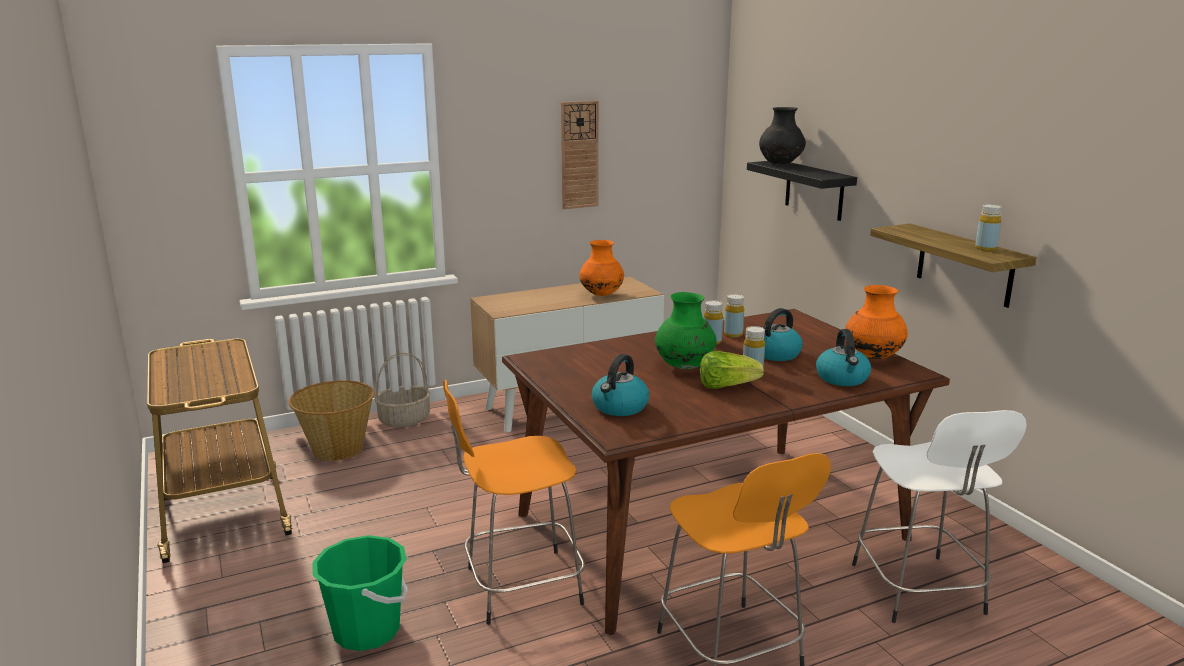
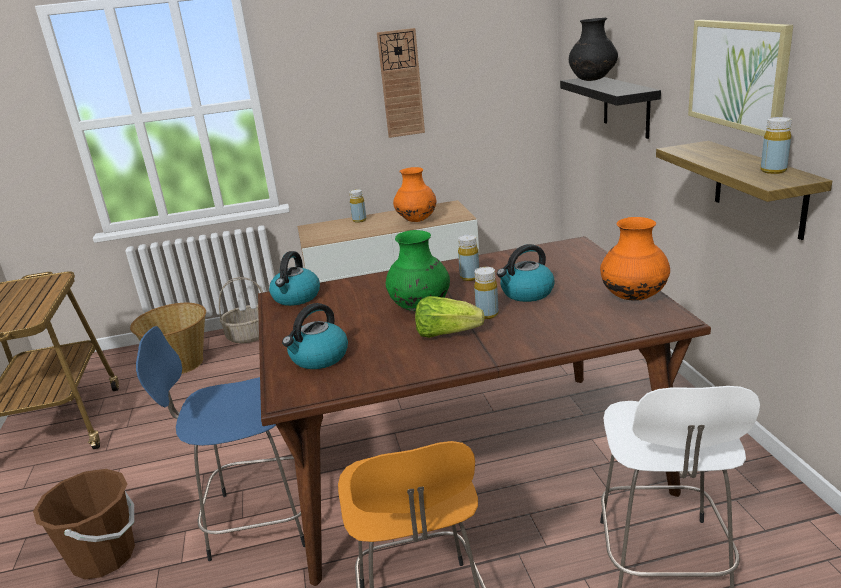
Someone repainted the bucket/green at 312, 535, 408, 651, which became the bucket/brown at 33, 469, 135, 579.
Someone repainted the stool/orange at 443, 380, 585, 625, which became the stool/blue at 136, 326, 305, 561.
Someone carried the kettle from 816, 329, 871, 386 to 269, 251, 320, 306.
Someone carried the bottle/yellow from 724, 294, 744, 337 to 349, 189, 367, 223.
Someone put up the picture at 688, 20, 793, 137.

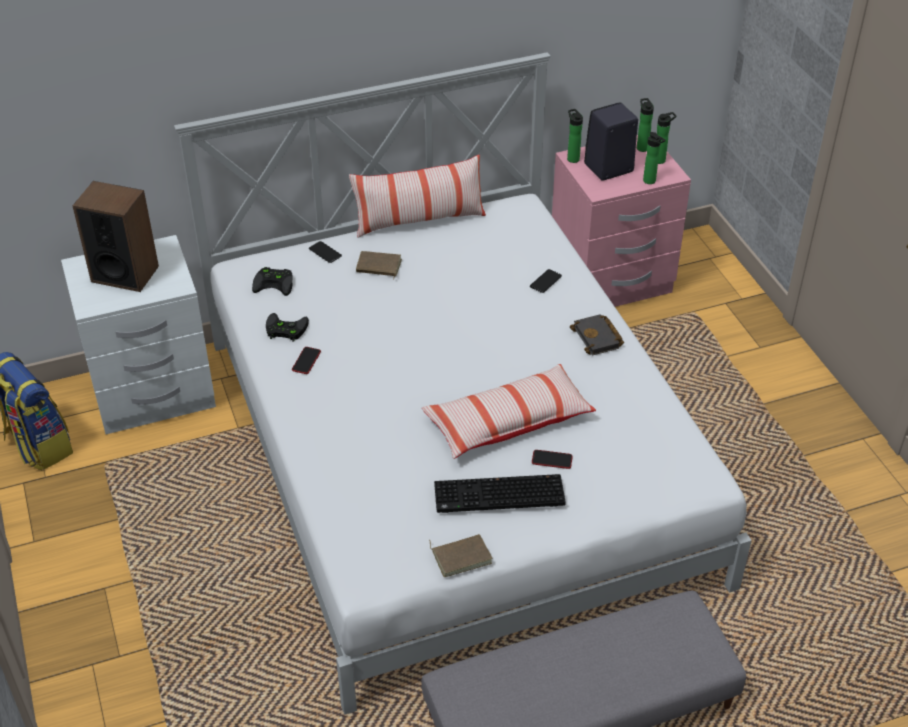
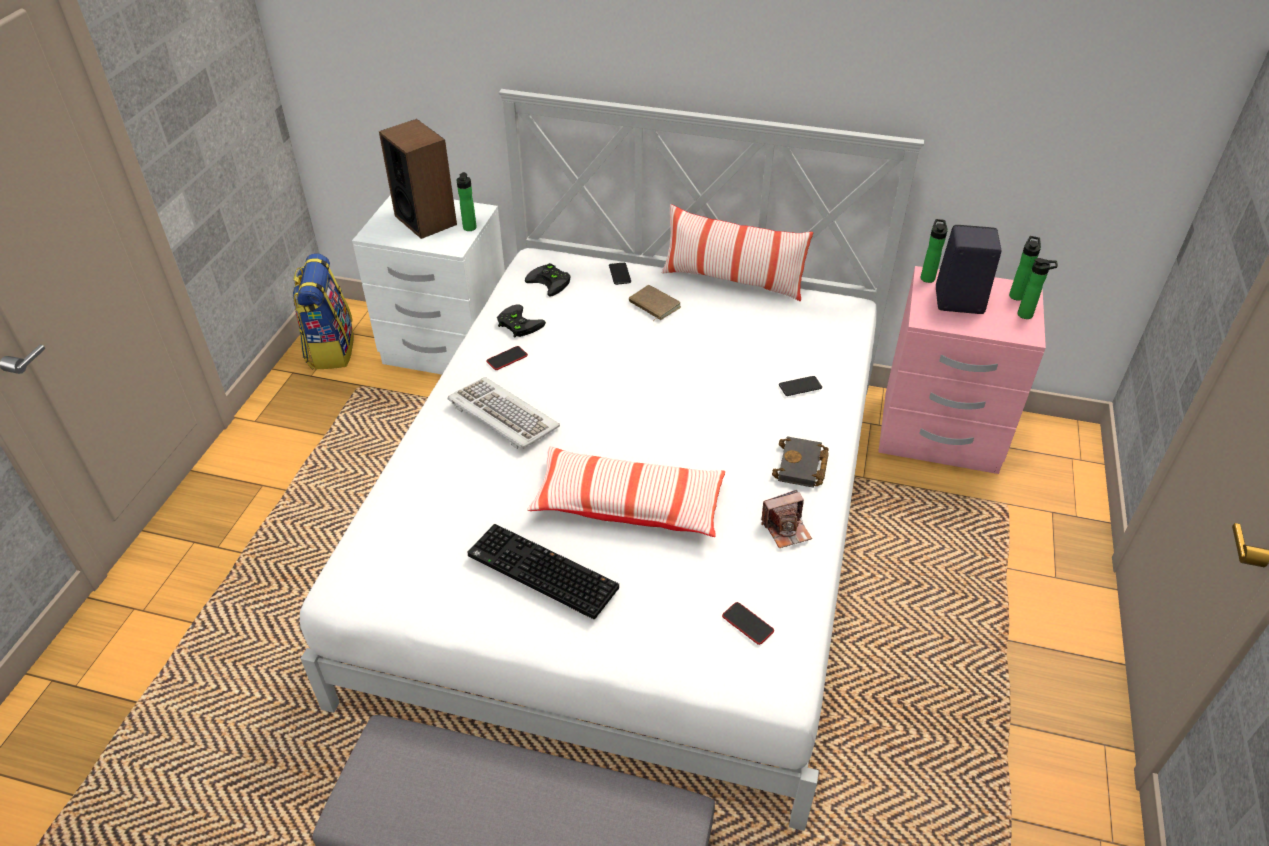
Someone put down the keyboard at 448, 377, 560, 449.
Someone carried the bottle from 643, 132, 665, 184 to 456, 172, 477, 231.
Someone carried the phone from 532, 450, 573, 469 to 722, 602, 774, 645.
Someone put down the photo camera at 761, 490, 812, 548.
Someone took away the book/brown at 429, 534, 493, 577.

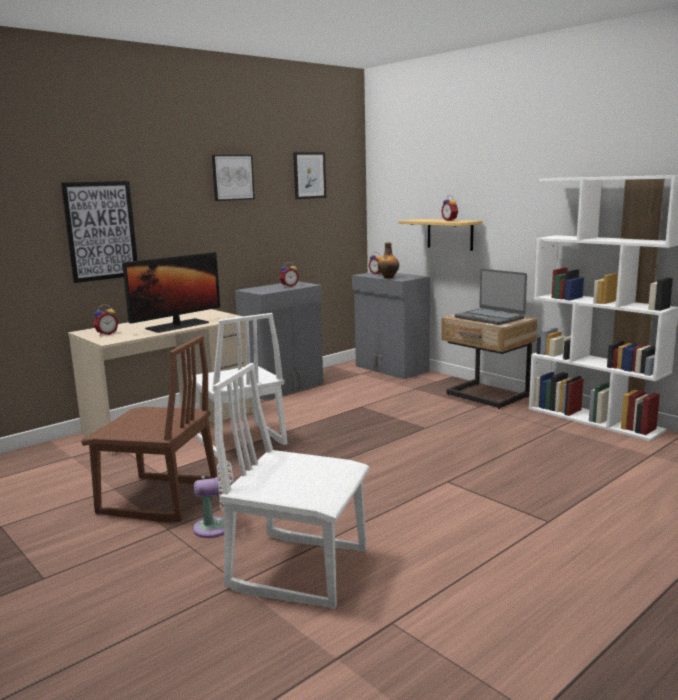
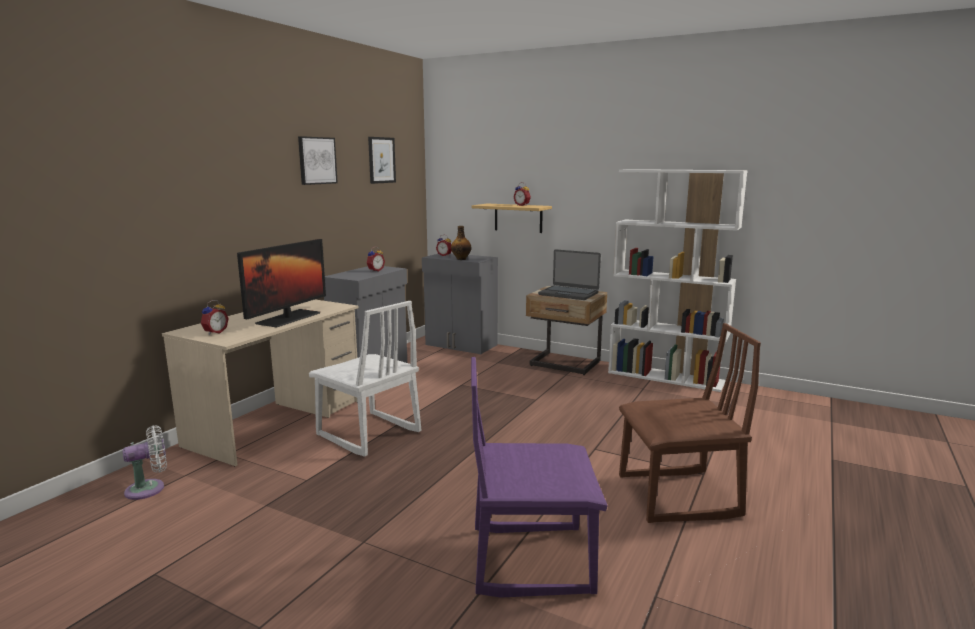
Someone carried the fan/white from 193, 461, 234, 538 to 123, 425, 167, 500.
Someone repainted the chair/white at 214, 363, 370, 609, which became the chair/purple at 471, 357, 608, 598.
Someone carried the chair/brown from 81, 335, 217, 522 to 619, 323, 761, 523.
Someone took away the picture at 61, 181, 137, 283.

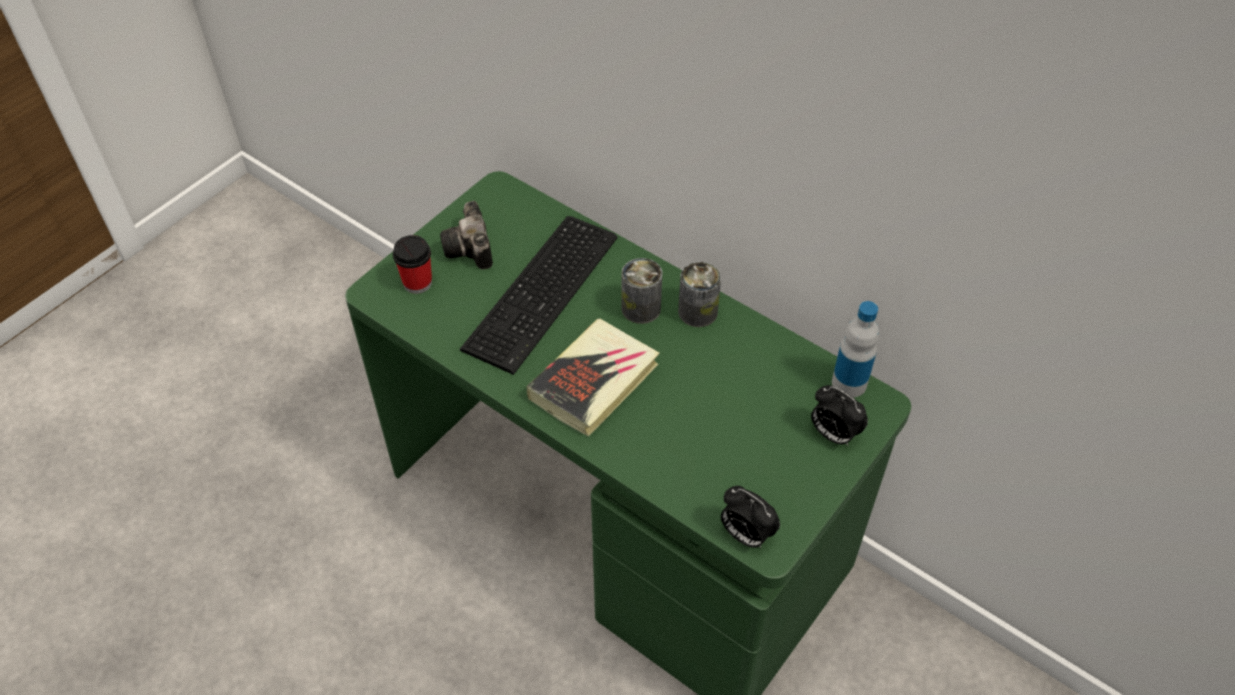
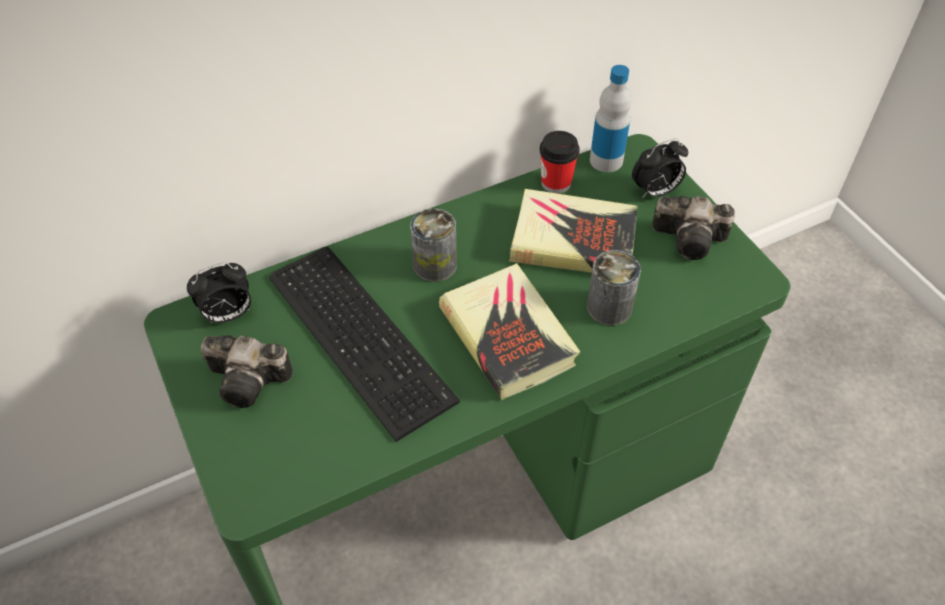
Someone carried the alarm clock from 721, 486, 780, 548 to 187, 263, 251, 324.
Someone put down the book at 509, 189, 638, 273.
Someone carried the cup from 393, 235, 432, 294 to 540, 131, 580, 194.
Someone carried the can from 678, 261, 721, 327 to 587, 250, 641, 325.
Someone put down the photo camera at 652, 196, 735, 260.

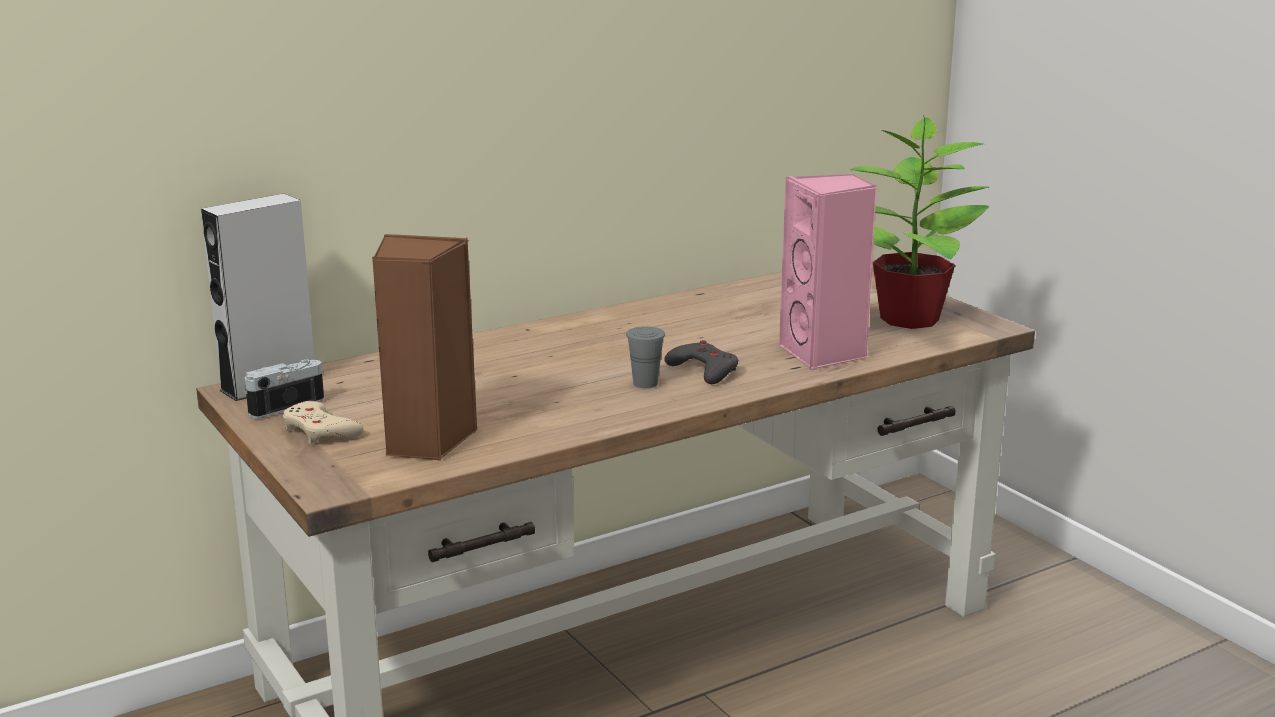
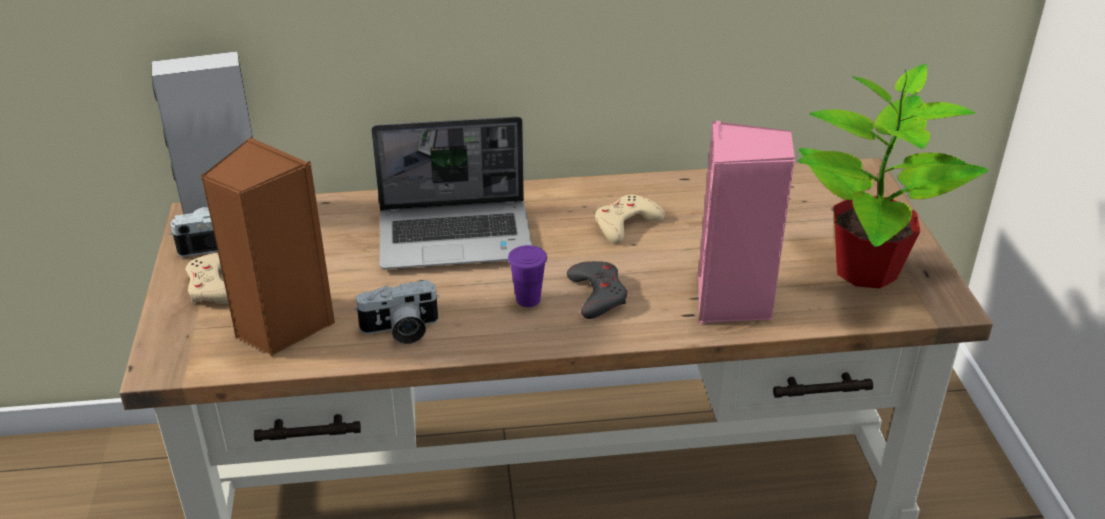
Someone put down the photo camera at 354, 280, 440, 344.
Someone put down the laptop at 371, 117, 532, 269.
Someone repainted the cup/grey at 626, 326, 665, 388, which became the cup/purple at 508, 245, 547, 307.
Someone put down the game controller/beige at 595, 195, 665, 243.

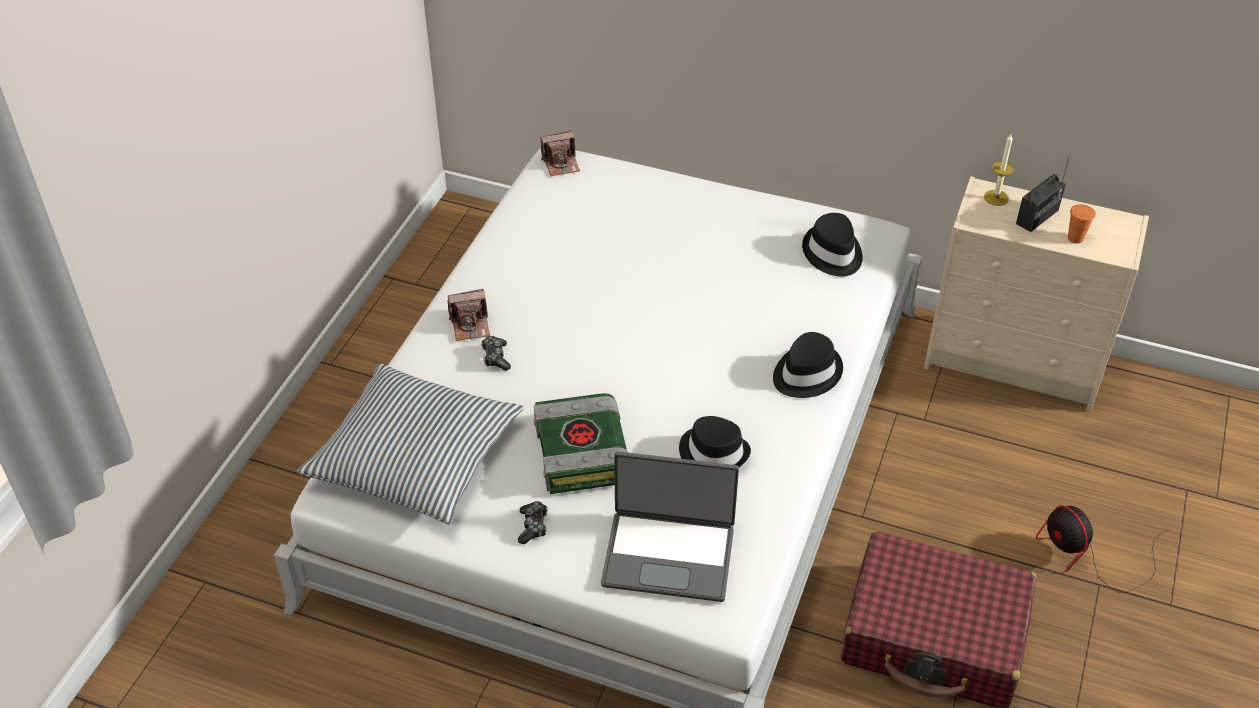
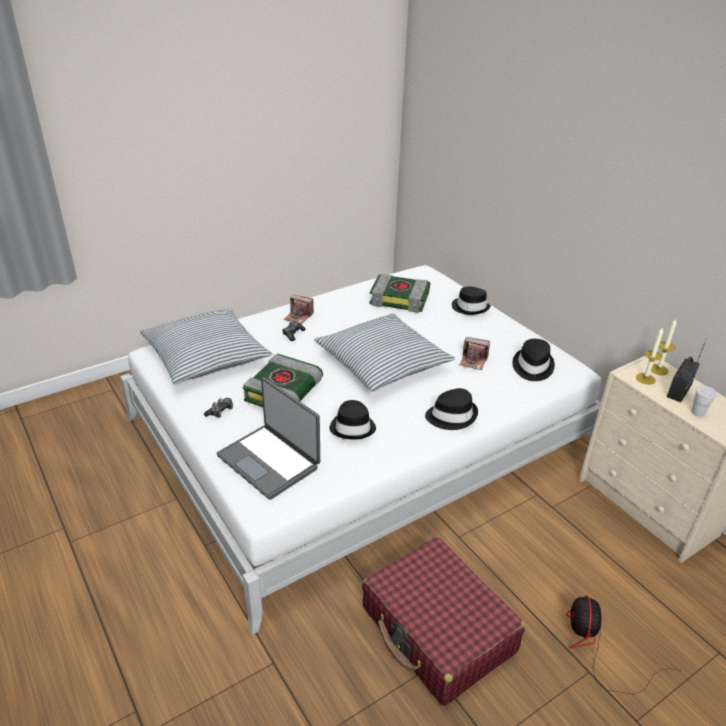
Someone put down the pillow at 314, 313, 455, 392.
Someone put down the book at 369, 274, 430, 313.
Someone put down the hat/black at 452, 286, 491, 315.
Someone carried the photo camera from 541, 130, 580, 176 to 459, 337, 490, 370.
Someone put down the candle at 636, 327, 663, 385.
Someone rotated the radio at 1016, 153, 1070, 232 by 45 degrees counterclockwise.
Someone repainted the cup/orange at 1068, 204, 1096, 244, which became the cup/white at 691, 385, 717, 417.

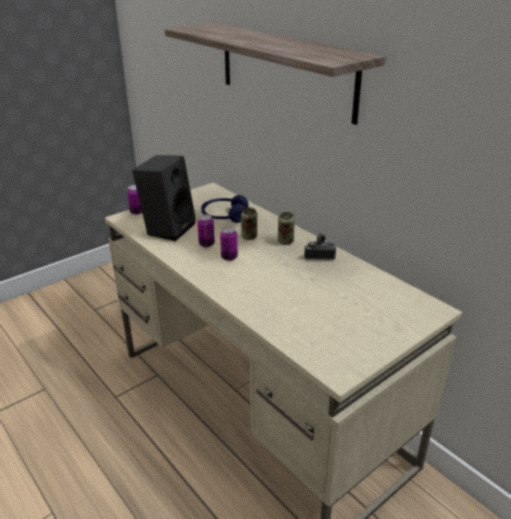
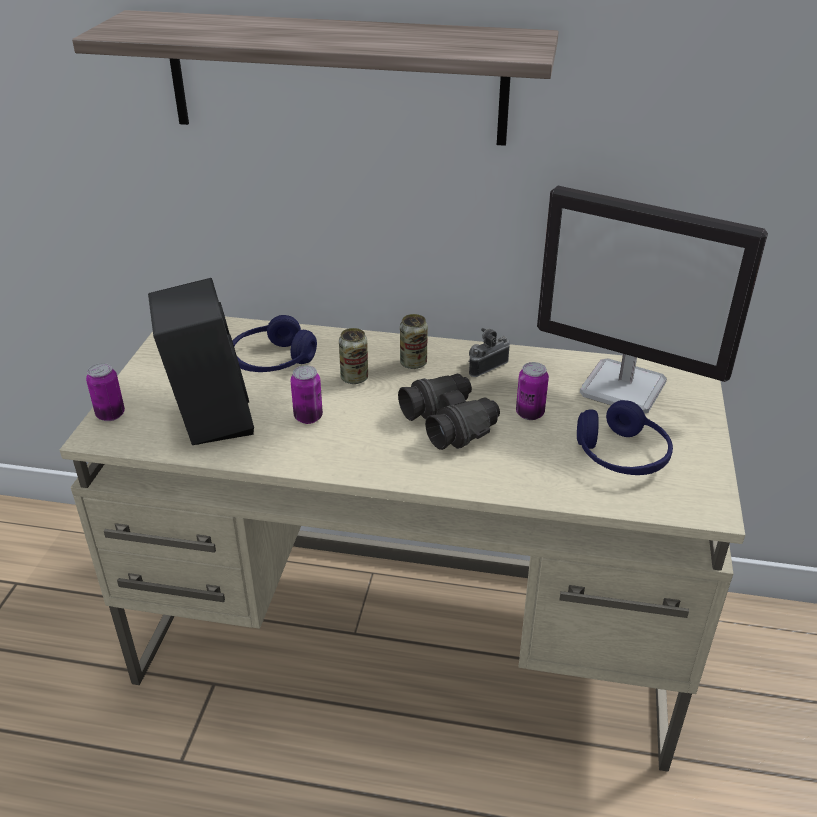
Someone put down the binoculars/black at 398, 374, 500, 450.
Someone carried the can from 220, 227, 238, 261 to 516, 362, 549, 420.
Someone put down the monitor at 537, 185, 768, 413.
Someone put down the headphones/blue at 577, 400, 673, 475.

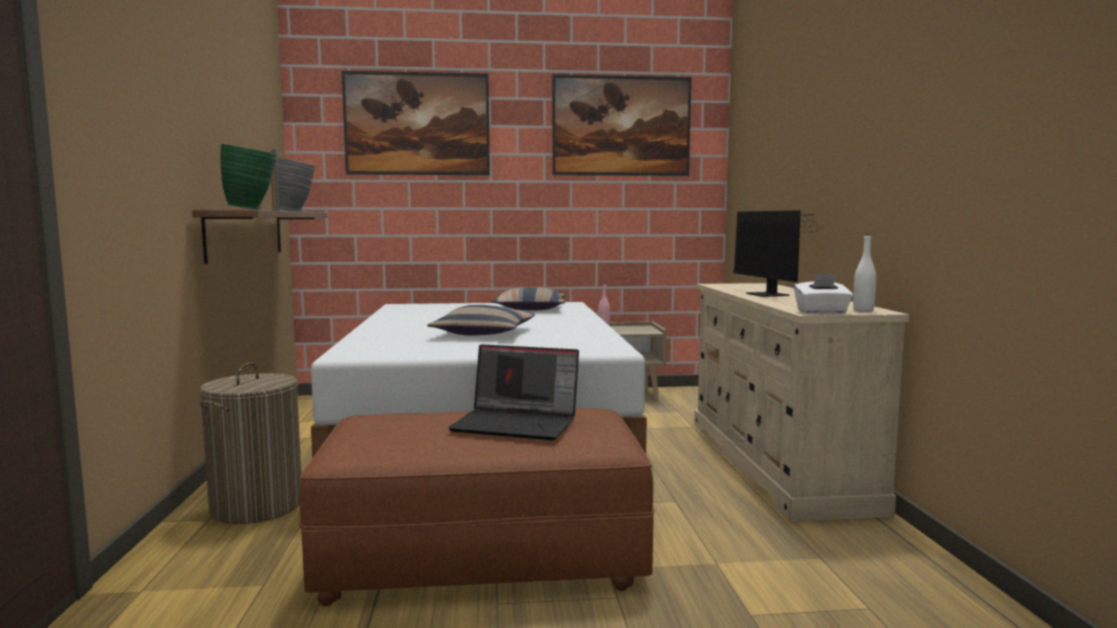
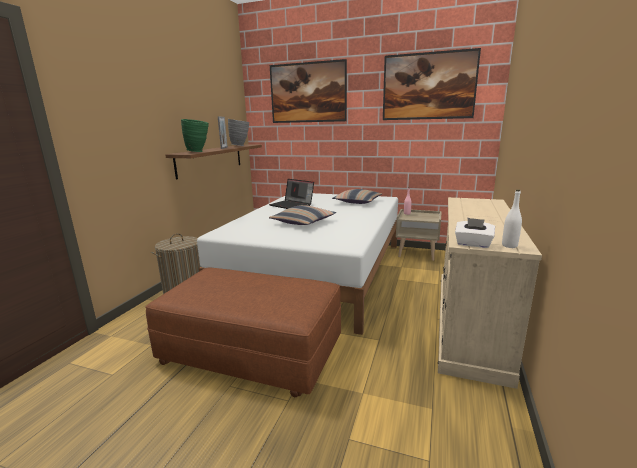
Someone carried the laptop from 448, 344, 579, 440 to 269, 179, 314, 209.
Someone took away the monitor at 733, 210, 824, 297.

